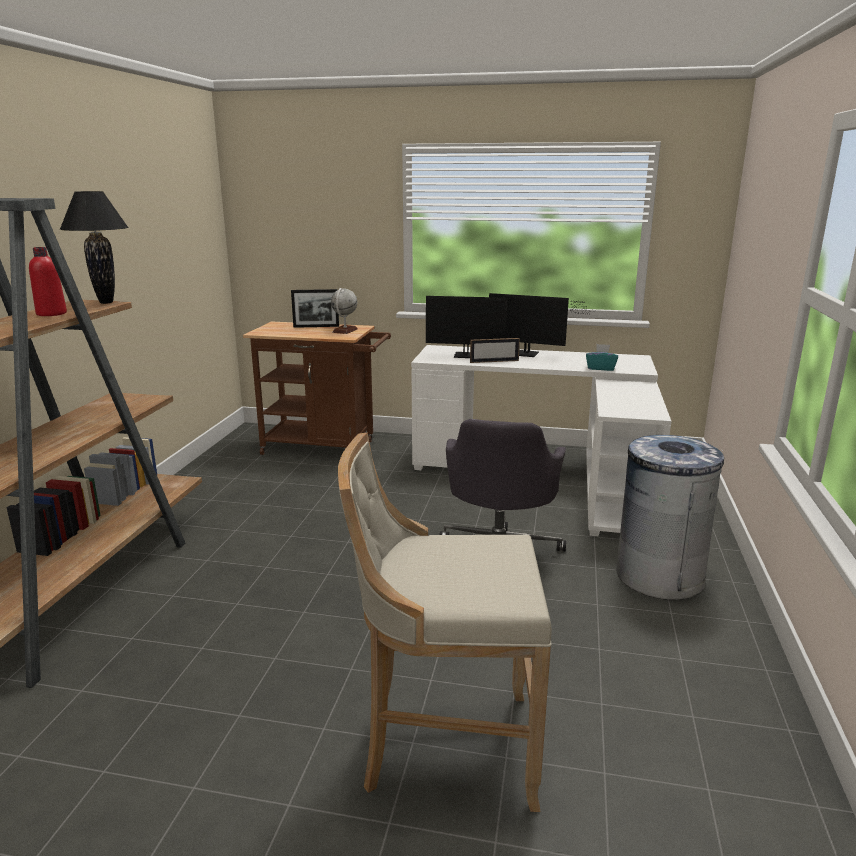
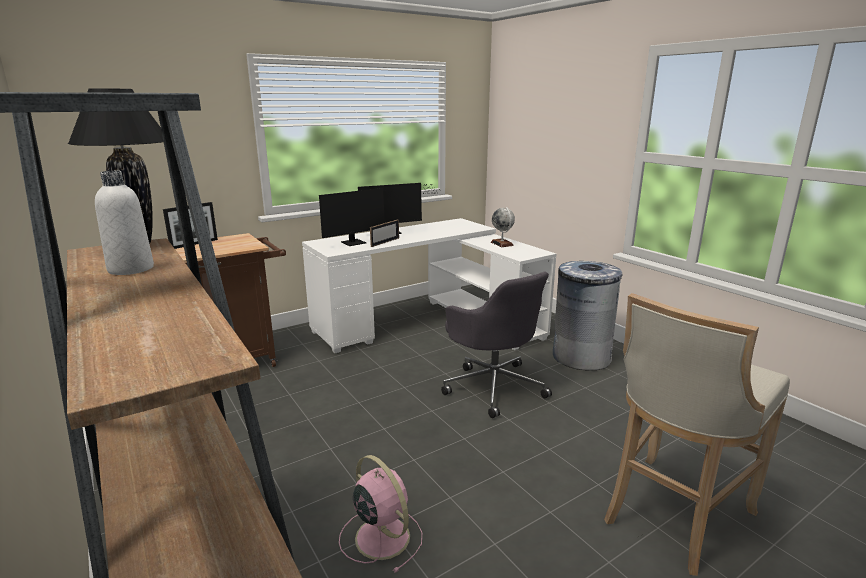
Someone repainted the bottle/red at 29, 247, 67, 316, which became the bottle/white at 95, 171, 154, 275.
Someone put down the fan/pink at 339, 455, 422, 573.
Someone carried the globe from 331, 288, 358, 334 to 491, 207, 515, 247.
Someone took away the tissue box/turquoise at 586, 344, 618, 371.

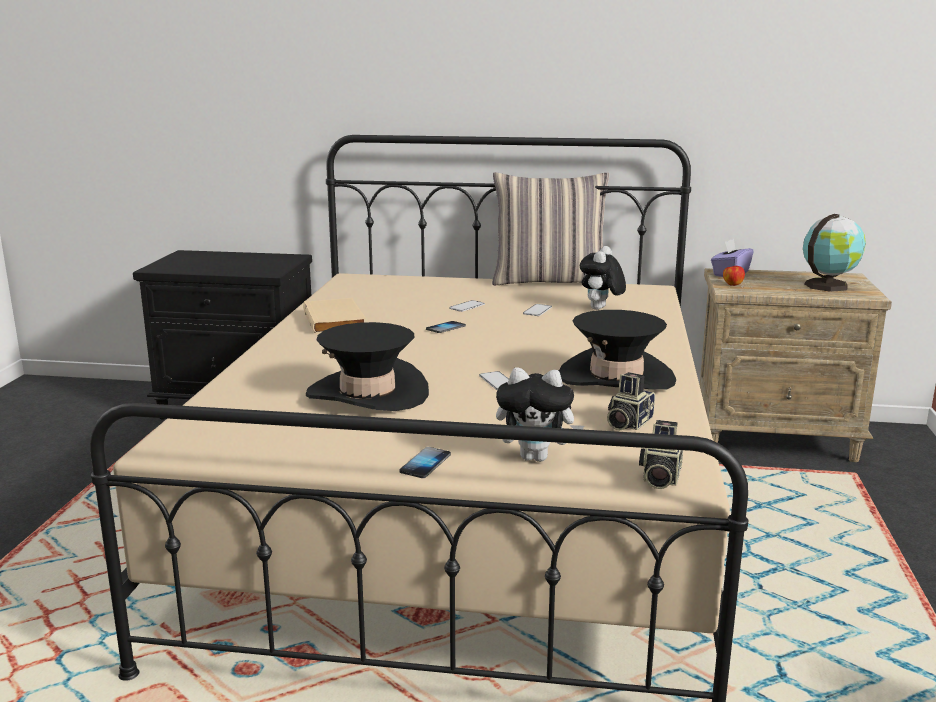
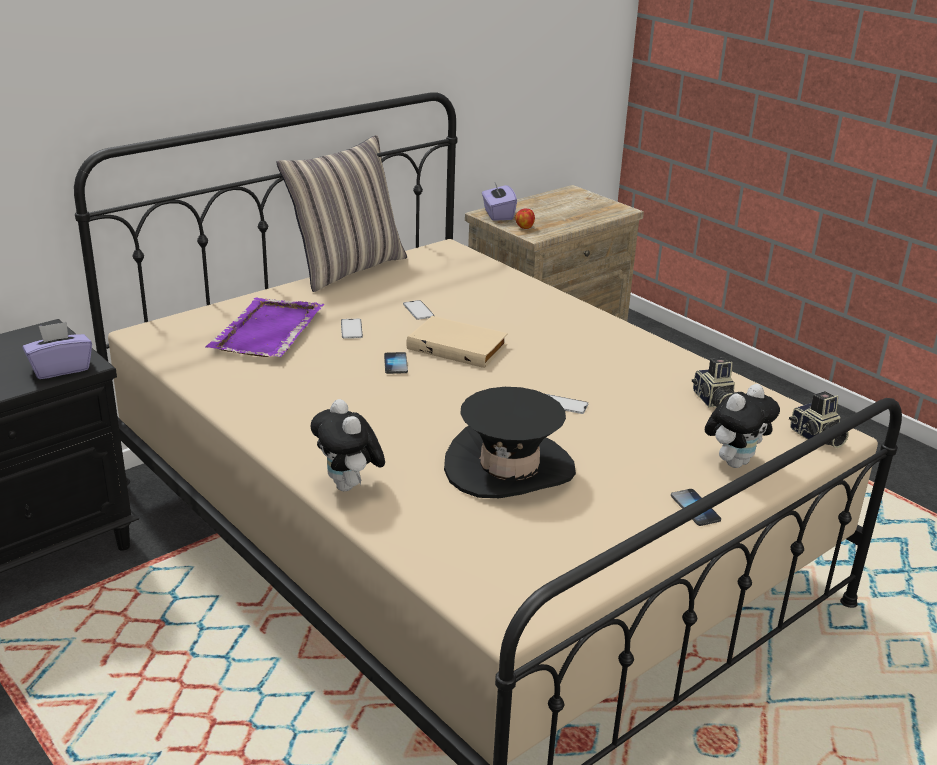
Someone put down the tissue box/purple at 23, 321, 92, 379.
Someone put down the tray/purple at 206, 298, 324, 357.
Someone carried the plush toy from 580, 246, 626, 310 to 311, 399, 385, 491.
Someone carried the book/beige from 303, 298, 366, 334 to 406, 316, 508, 368.
Someone took away the hat/black at 559, 310, 676, 390.
Someone took away the globe at 803, 214, 866, 292.

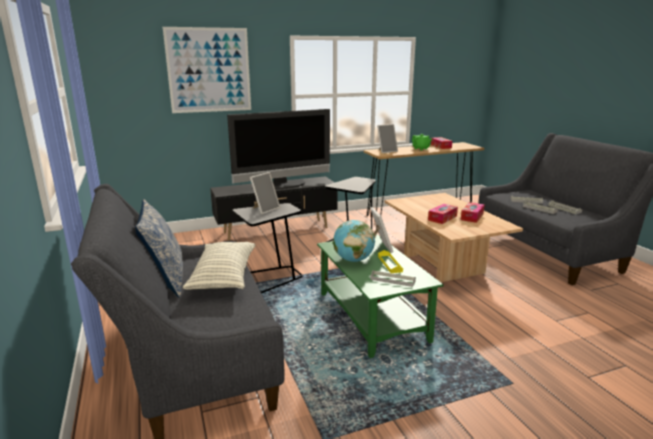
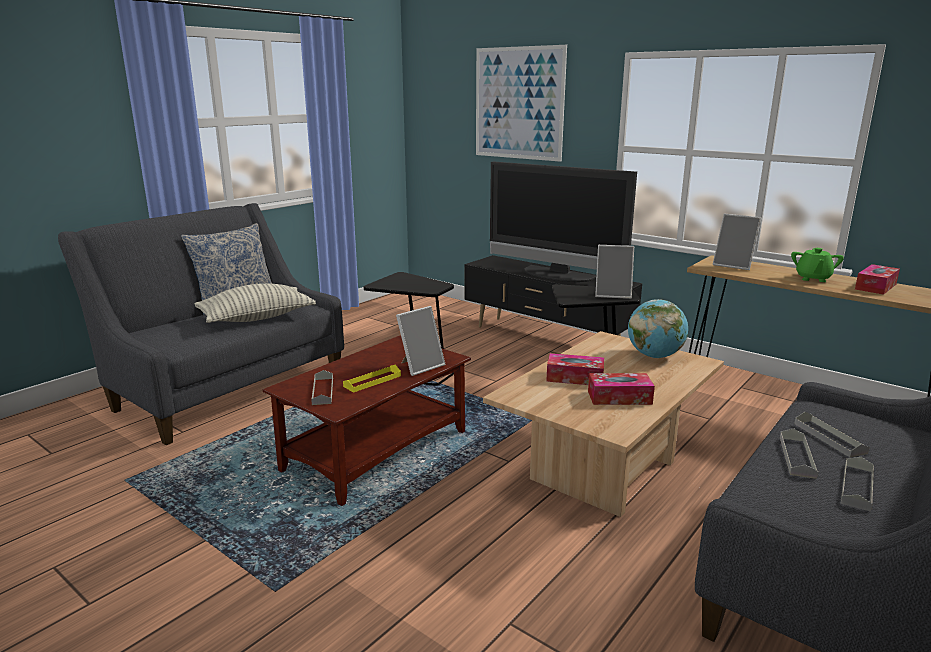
Someone repainted the coffee table/green at 317, 234, 444, 358, which became the coffee table/brown at 263, 336, 471, 506.
Someone carried the picture frame from 250, 172, 280, 214 to 595, 245, 634, 299.
Someone carried the globe from 333, 220, 375, 262 to 628, 299, 688, 358.

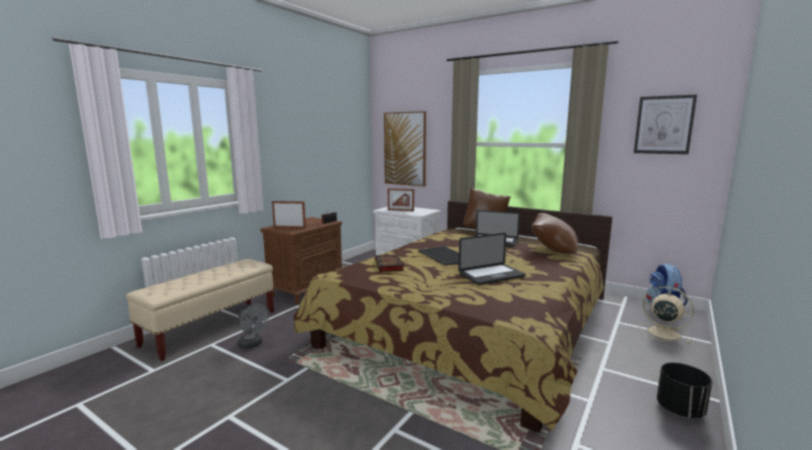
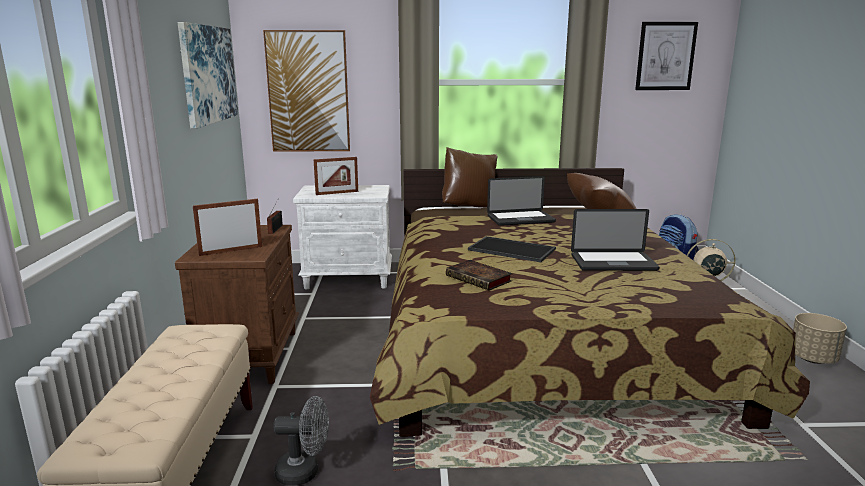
Someone put up the picture at 177, 22, 238, 129.
Someone rotated the laptop at 458, 233, 526, 285 by 60 degrees clockwise.
Someone repainted the planter/black at 657, 363, 712, 418, which became the planter/beige at 793, 313, 847, 364.

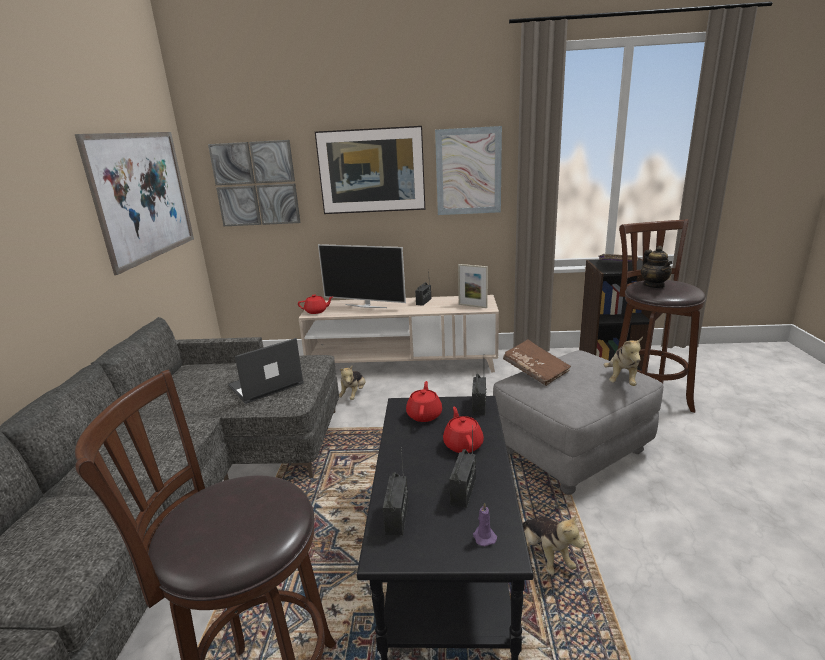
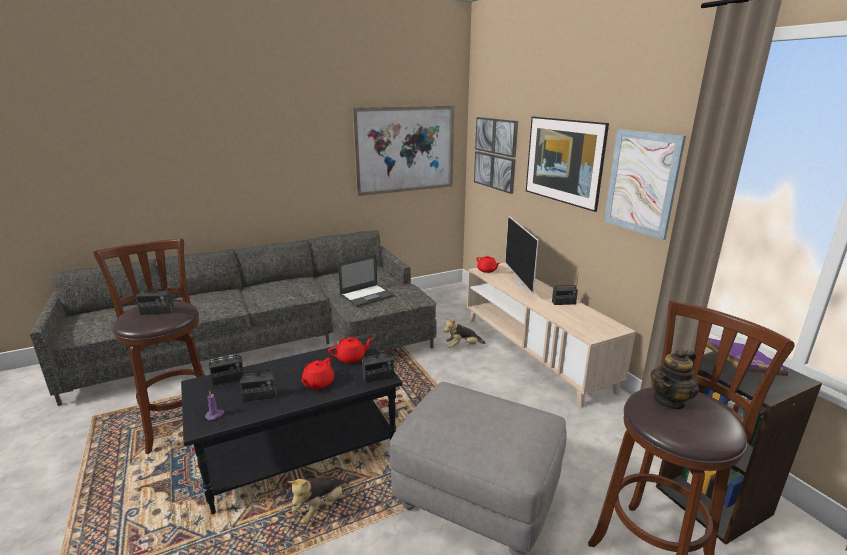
Someone put down the radio at 135, 273, 174, 315.
Someone rotated the teapot/red at 443, 407, 484, 453 by 150 degrees clockwise.
Someone rotated the laptop at 228, 338, 304, 404 by 120 degrees clockwise.
Someone took away the picture frame at 458, 264, 488, 308.
Someone took away the book/brown at 503, 339, 571, 386.
Someone took away the plush toy at 604, 337, 643, 386.

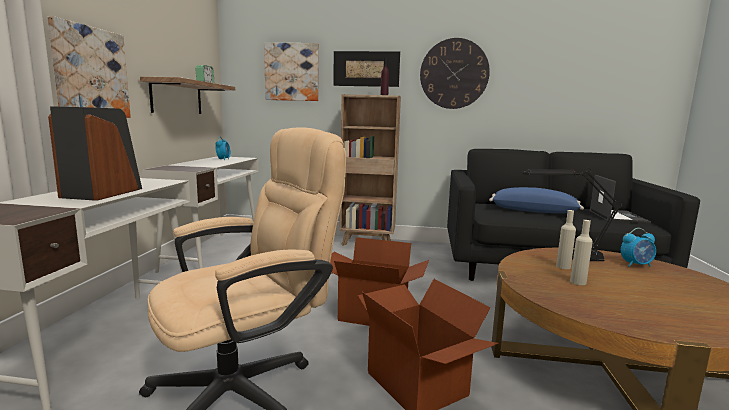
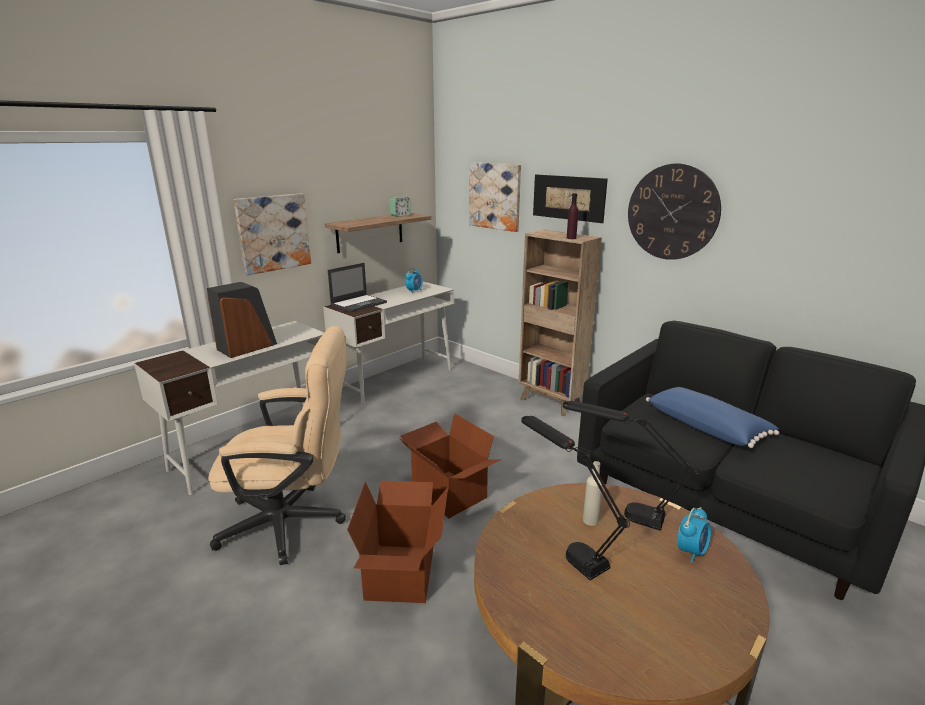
Someone carried the laptop from 589, 175, 651, 224 to 328, 263, 387, 312.
Someone swapped the bottle/beige at 570, 220, 593, 285 for the table lamp/black at 521, 416, 630, 580.
Someone rotated the alarm clock at 621, 228, 656, 267 by 75 degrees counterclockwise.

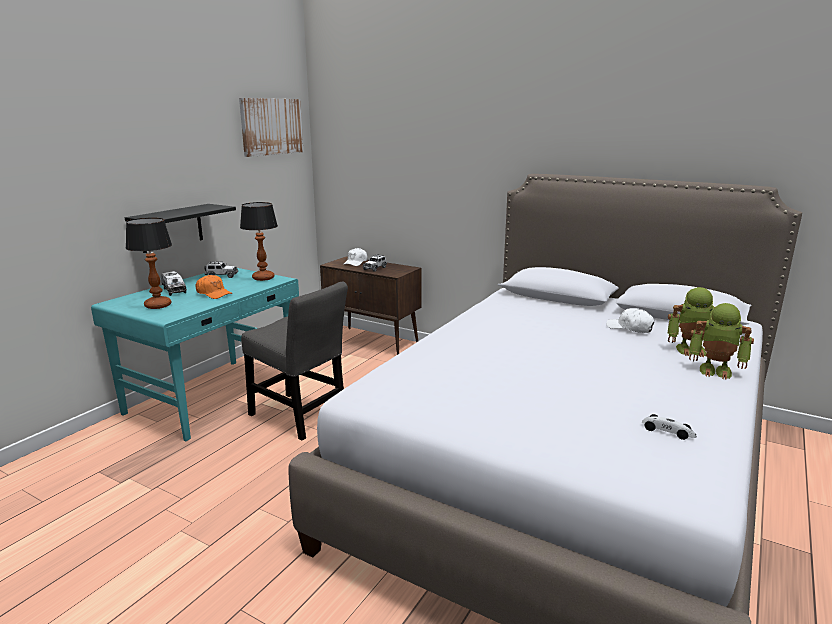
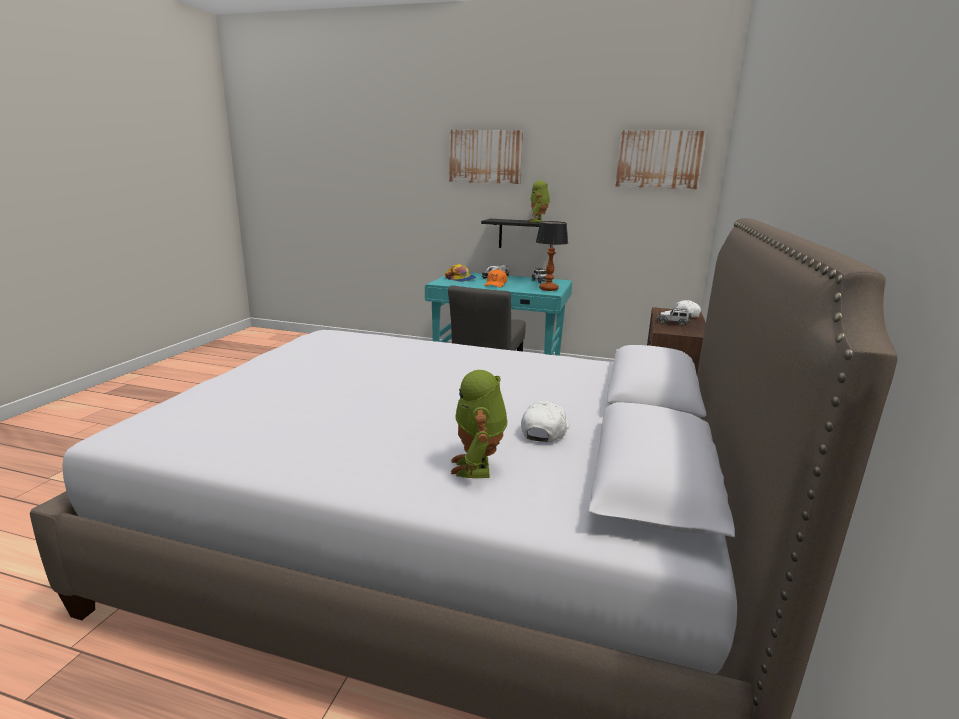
Someone swapped the table lamp at 126, 218, 172, 309 for the cap at 445, 264, 476, 282.
Someone put up the picture at 449, 130, 523, 184.
Someone carried the toy robot from 689, 303, 754, 380 to 528, 180, 550, 223.
Someone took away the toy car at 642, 414, 697, 440.

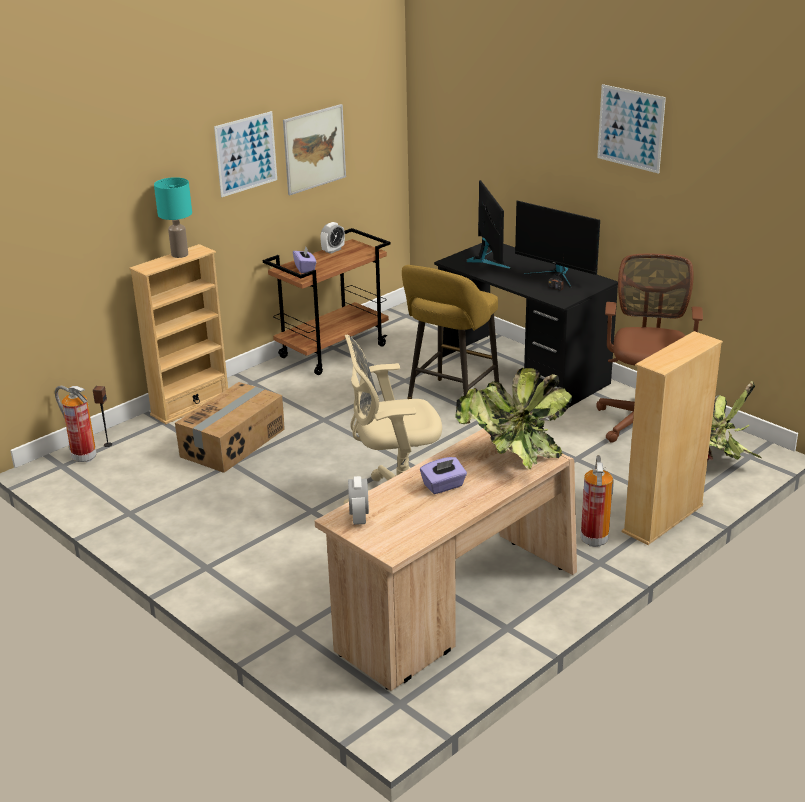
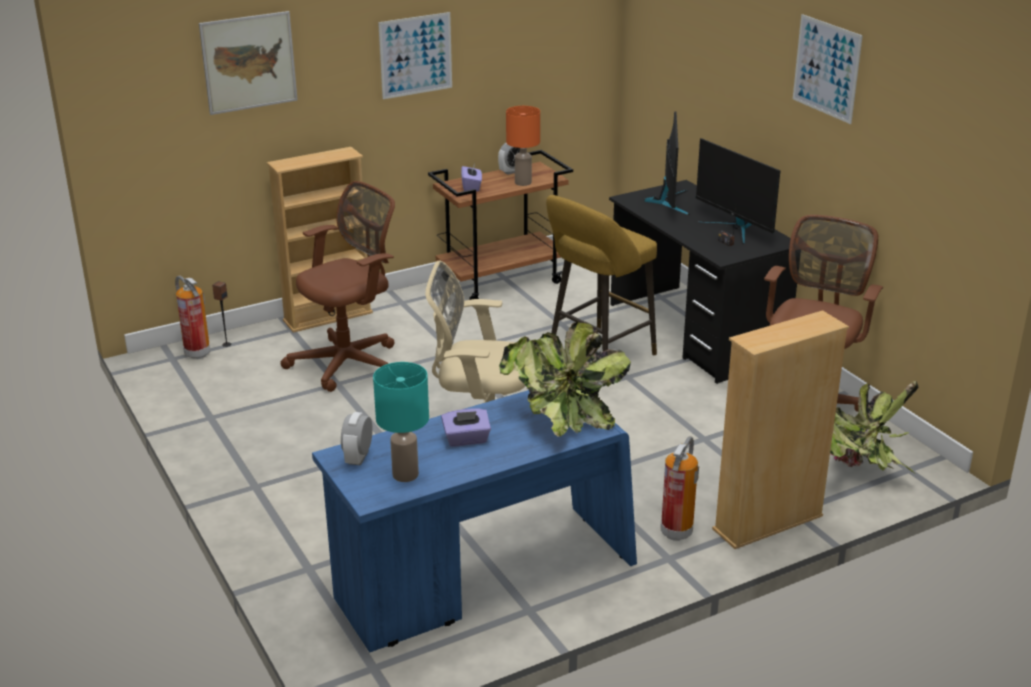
Someone carried the picture from 283, 104, 346, 195 to 199, 11, 298, 115.
Someone swapped the cardboard box at 175, 382, 285, 473 for the office chair/brown at 280, 181, 395, 392.
Someone repainted the desk/beige at 315, 429, 577, 691, which became the desk/blue at 312, 390, 637, 652.
Someone carried the table lamp/turquoise from 154, 177, 192, 258 to 373, 362, 429, 482.
Someone put down the table lamp/orange at 506, 106, 540, 186.

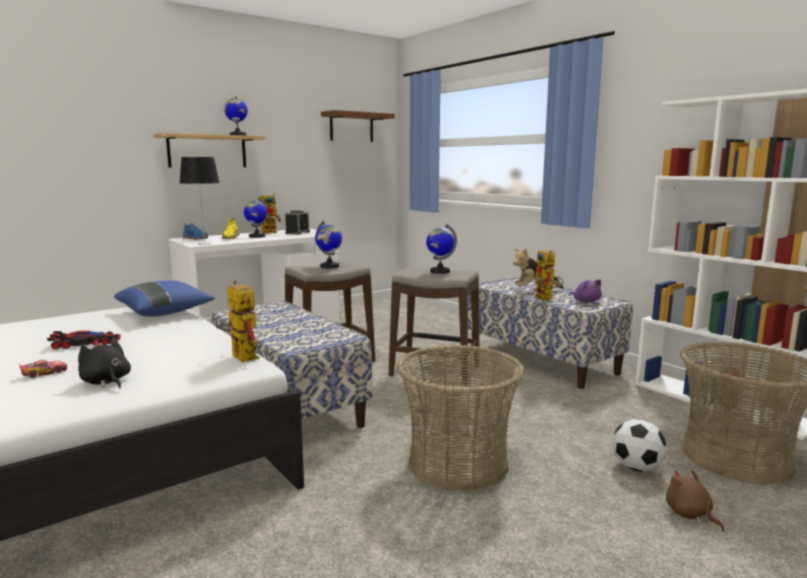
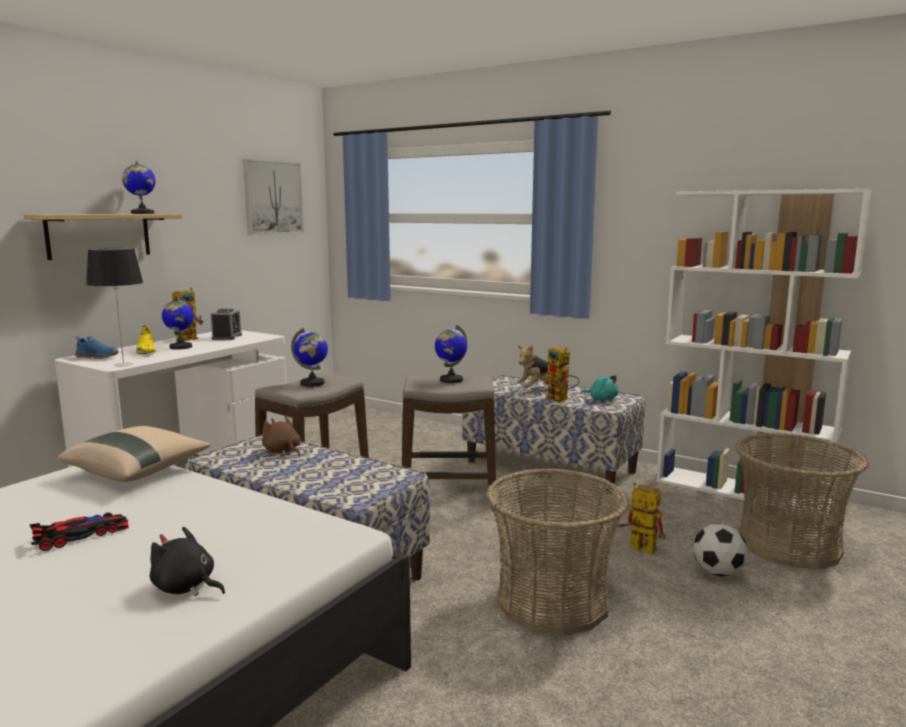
Someone repainted the pillow/blue at 114, 280, 215, 317, which became the pillow/beige at 58, 426, 211, 482.
Someone swapped the shelf/brown at 321, 110, 394, 142 for the picture at 243, 159, 304, 235.
Someone carried the plush toy/brown from 666, 470, 724, 531 to 262, 416, 301, 456.
Someone repainted the plush toy/purple at 569, 279, 602, 303, which became the plush toy/turquoise at 581, 375, 619, 401.
Someone carried the toy robot from 216, 280, 259, 363 to 618, 482, 665, 555.
Someone took away the toy car at 19, 360, 67, 378.

